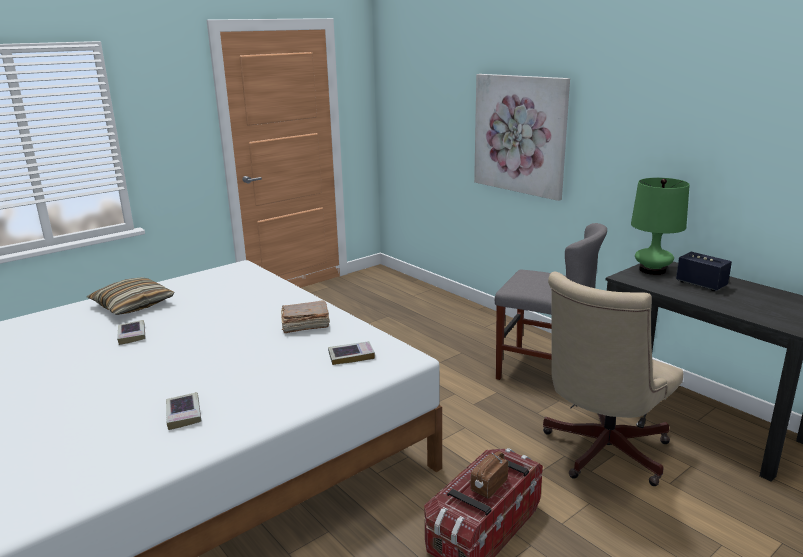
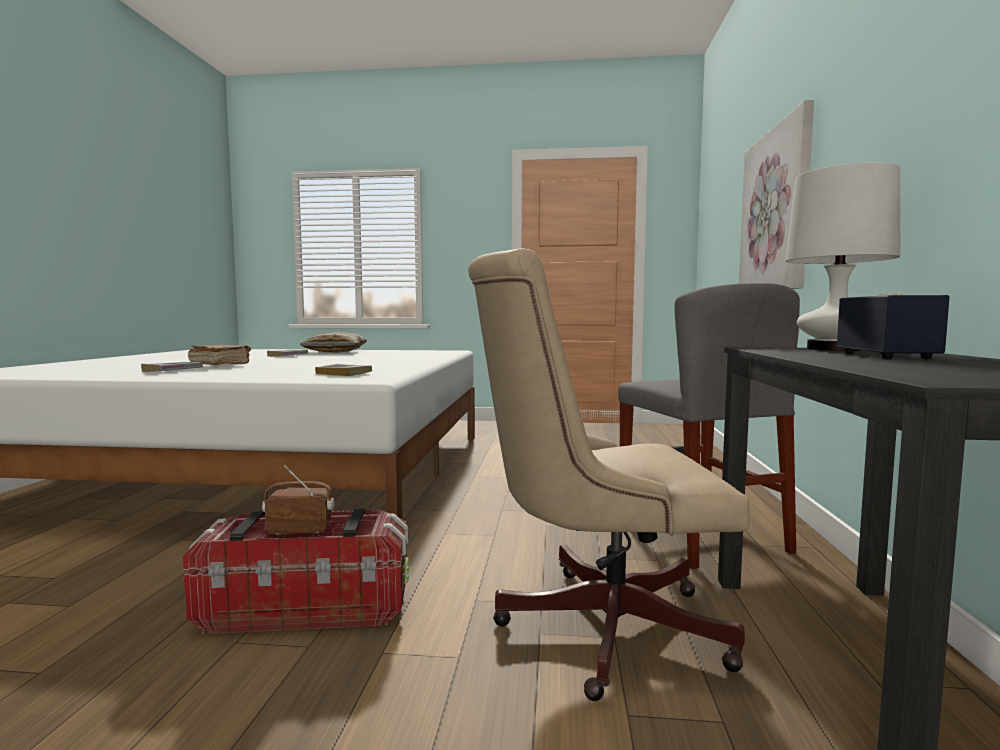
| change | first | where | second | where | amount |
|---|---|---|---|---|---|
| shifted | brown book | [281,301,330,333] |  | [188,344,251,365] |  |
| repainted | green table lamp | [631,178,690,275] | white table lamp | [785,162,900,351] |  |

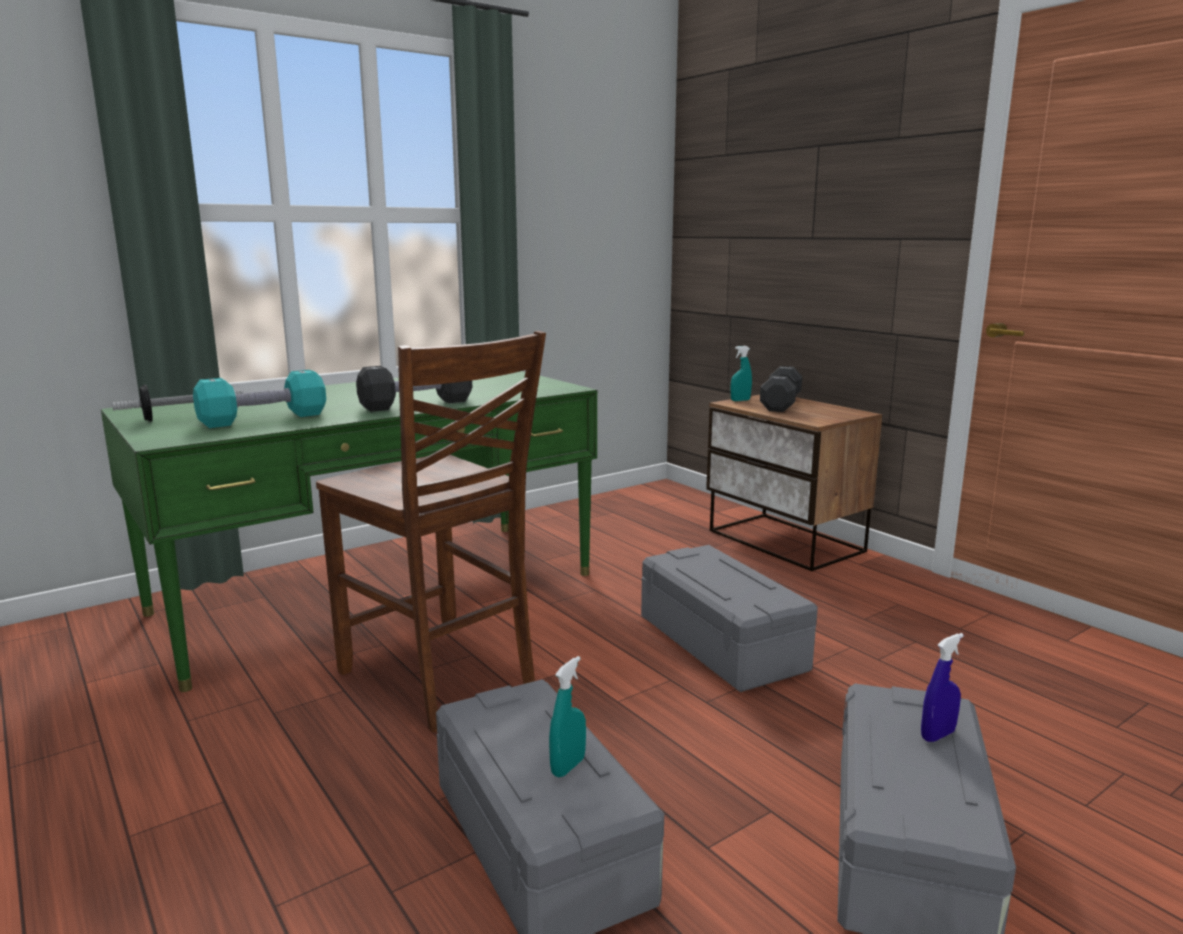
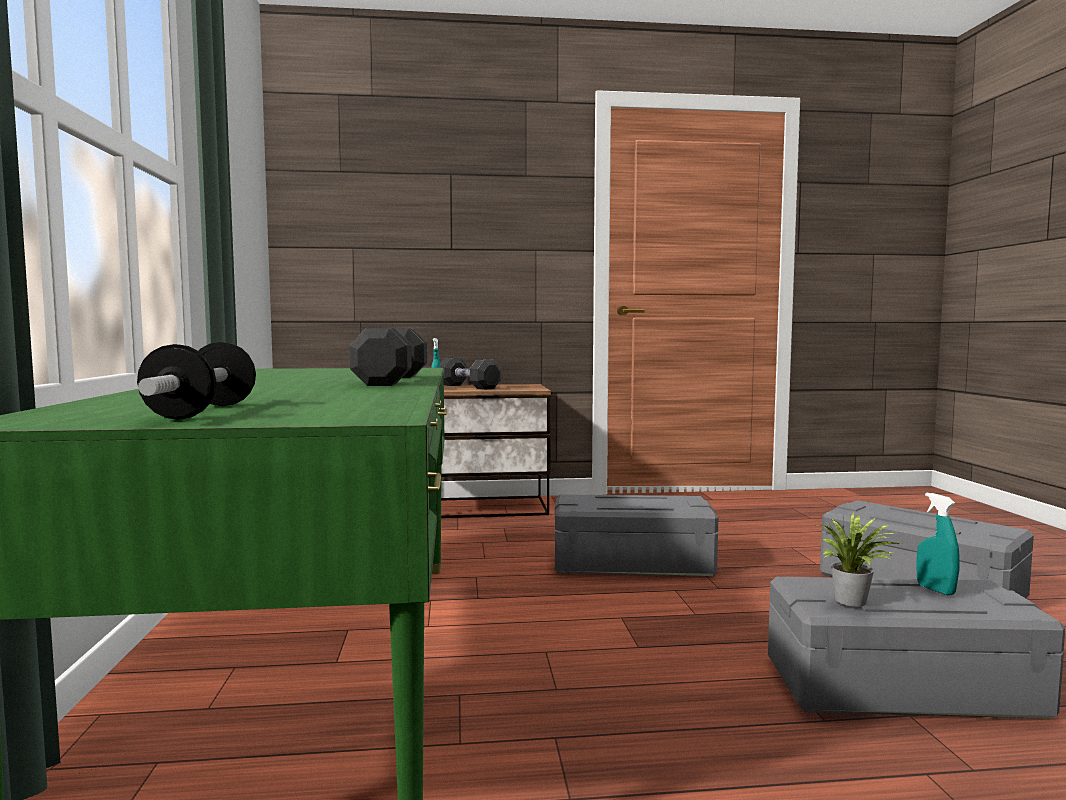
| change | first | where | second | where | amount |
|---|---|---|---|---|---|
| new |  |  | potted plant | [816,512,901,607] |  |
| gone | turquoise dumbbell | [193,370,326,428] |  |  |  |
| gone | brown chair | [316,331,546,733] |  |  |  |
| gone | blue spray bottle | [921,633,964,742] |  |  |  |

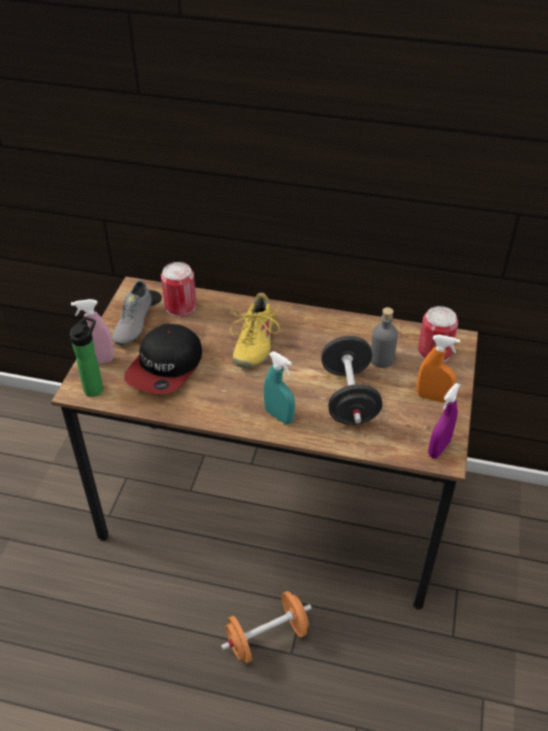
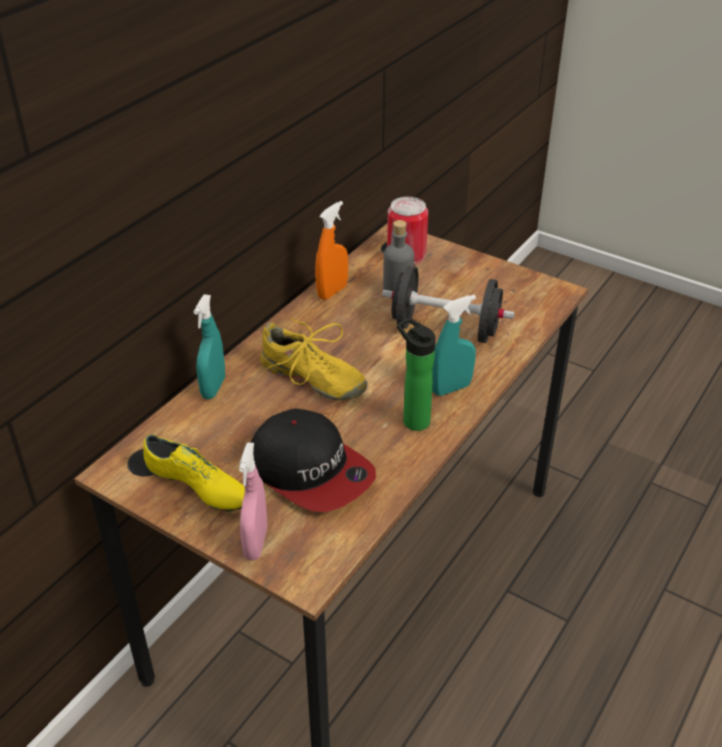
| change | first | where | second | where | amount |
|---|---|---|---|---|---|
| repainted | grey shoe | [112,280,152,345] | yellow shoe | [143,434,245,513] |  |
| new |  |  | turquoise spray bottle | [194,294,225,399] |  |
| shifted | orange spray bottle | [417,335,460,403] |  | [315,201,348,300] |  |
| shifted | bottle | [70,316,103,397] |  | [397,318,436,431] |  |
| gone | can | [161,262,197,317] |  |  |  |
| gone | orange dumbbell | [221,591,312,663] |  |  |  |
| gone | purple spray bottle | [428,383,460,459] |  |  |  |

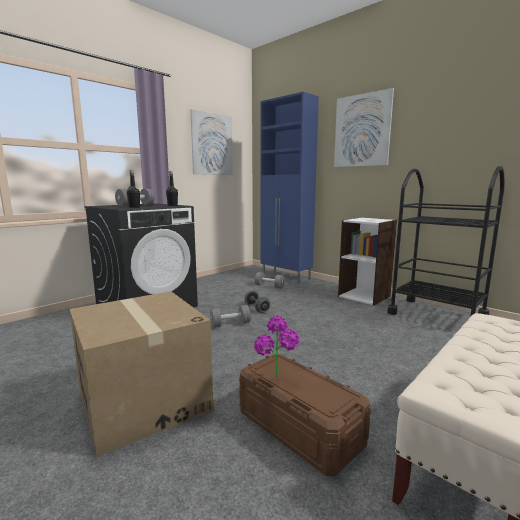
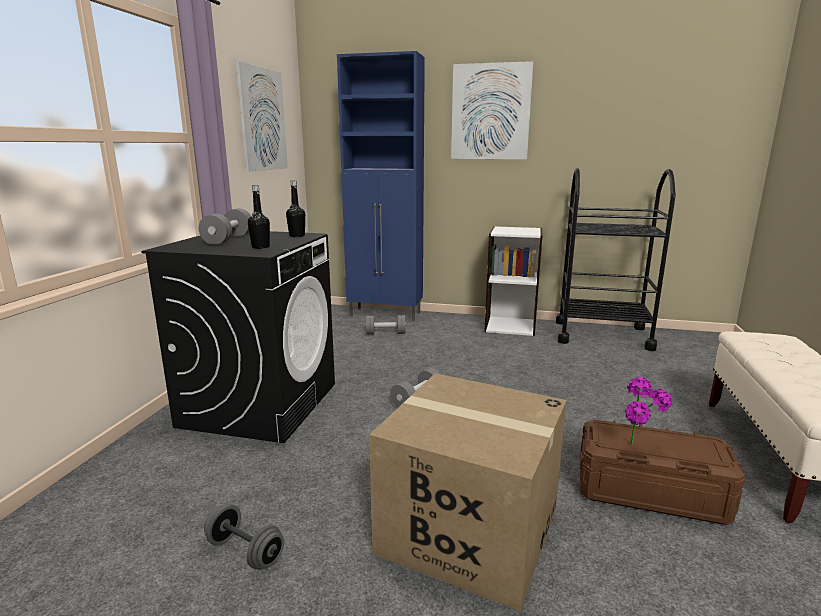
| change | first | where | second | where | amount |
|---|---|---|---|---|---|
| shifted | grey dumbbell | [245,290,270,313] |  | [204,504,284,569] |  |

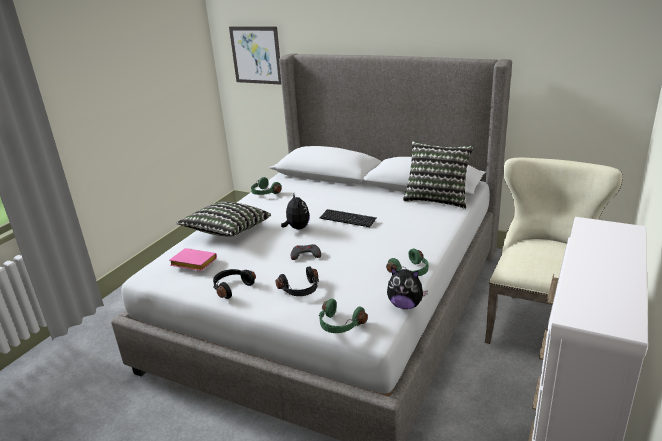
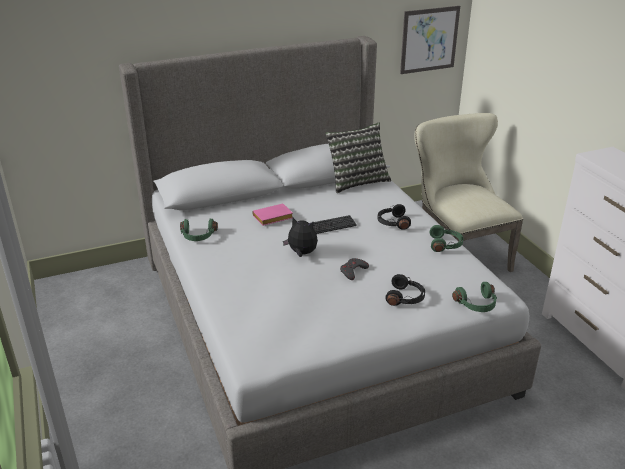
| change | first | where | second | where | amount |
|---|---|---|---|---|---|
| shifted | pink book | [170,248,217,271] |  | [252,204,293,226] |  |
| shifted | black headphones | [213,269,256,299] |  | [377,204,411,230] |  |
| shifted | picture | [229,26,282,85] |  | [400,6,460,74] |  |
| gone | pillow | [177,201,271,237] |  |  |  |
| gone | plush toy | [387,267,428,309] |  |  |  |

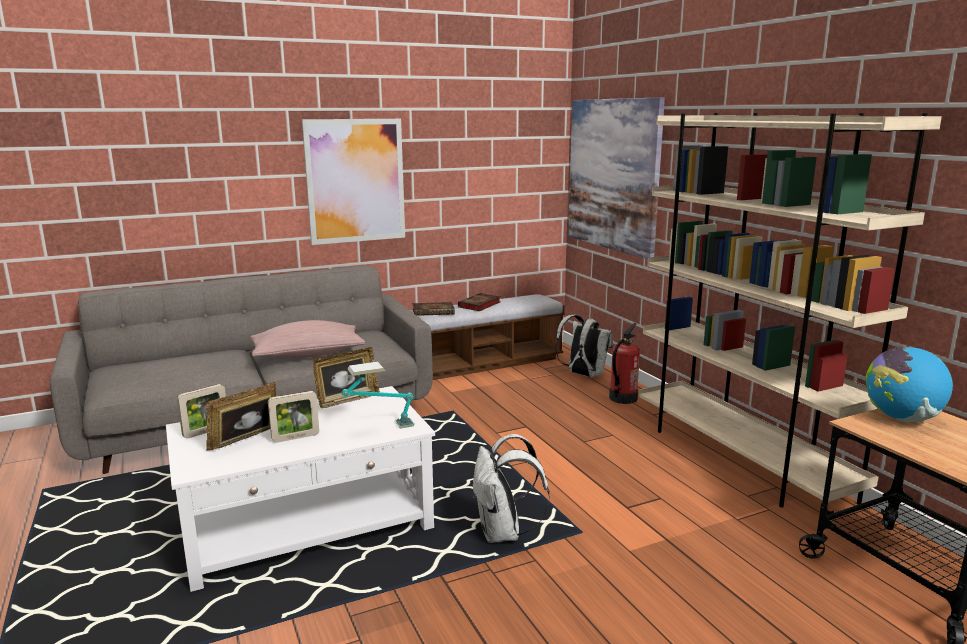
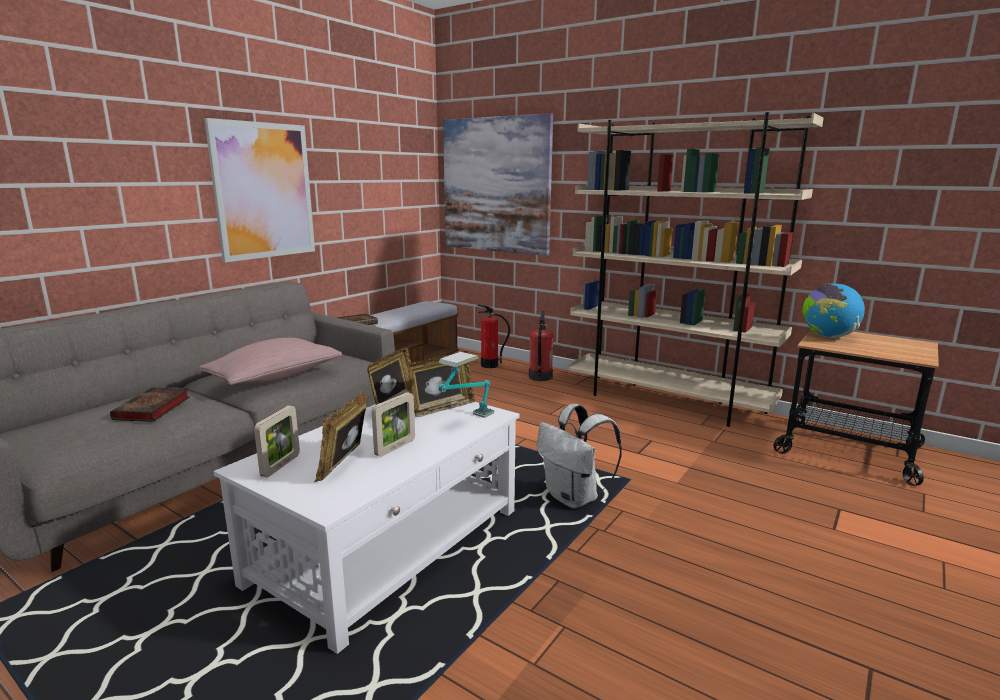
| change | first | where | second | where | amount |
|---|---|---|---|---|---|
| shifted | book | [458,293,500,311] |  | [110,388,190,422] |  |
| new |  |  | picture frame | [407,351,475,417] |  |
| swapped | white backpack | [555,315,613,377] | fire extinguisher | [477,304,510,368] |  |

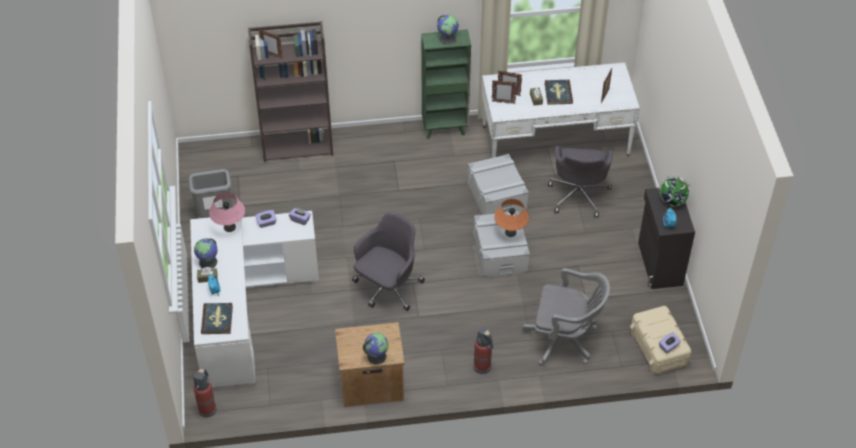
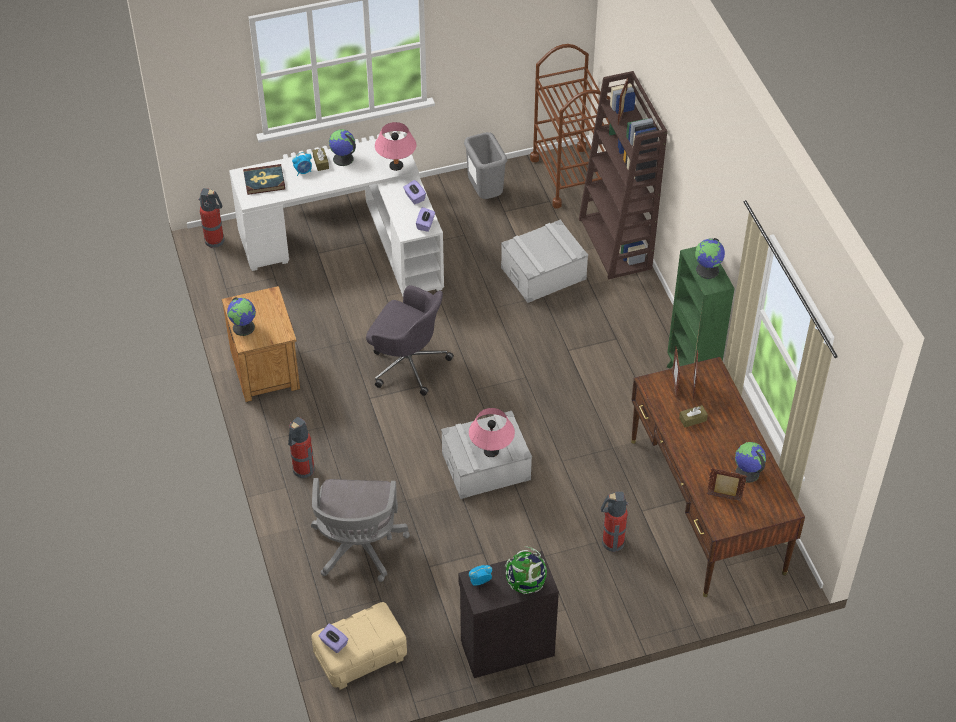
| change | first | where | second | where | amount |
|---|---|---|---|---|---|
| repainted | orange table lamp | [494,199,529,237] | pink table lamp | [469,408,515,457] |  |
| shifted | grey storage box | [467,154,529,215] |  | [501,220,588,303] |  |
| new |  |  | brown cart | [530,44,610,208] |  |
| swapped | grey office chair | [548,146,613,218] | fire extinguisher | [601,492,629,552] |  |
| repainted | white desk | [481,63,640,158] | brown desk | [631,357,805,597] |  |
| new |  |  | globe | [735,442,766,483] |  |
| gone | book | [545,80,573,105] |  |  |  |

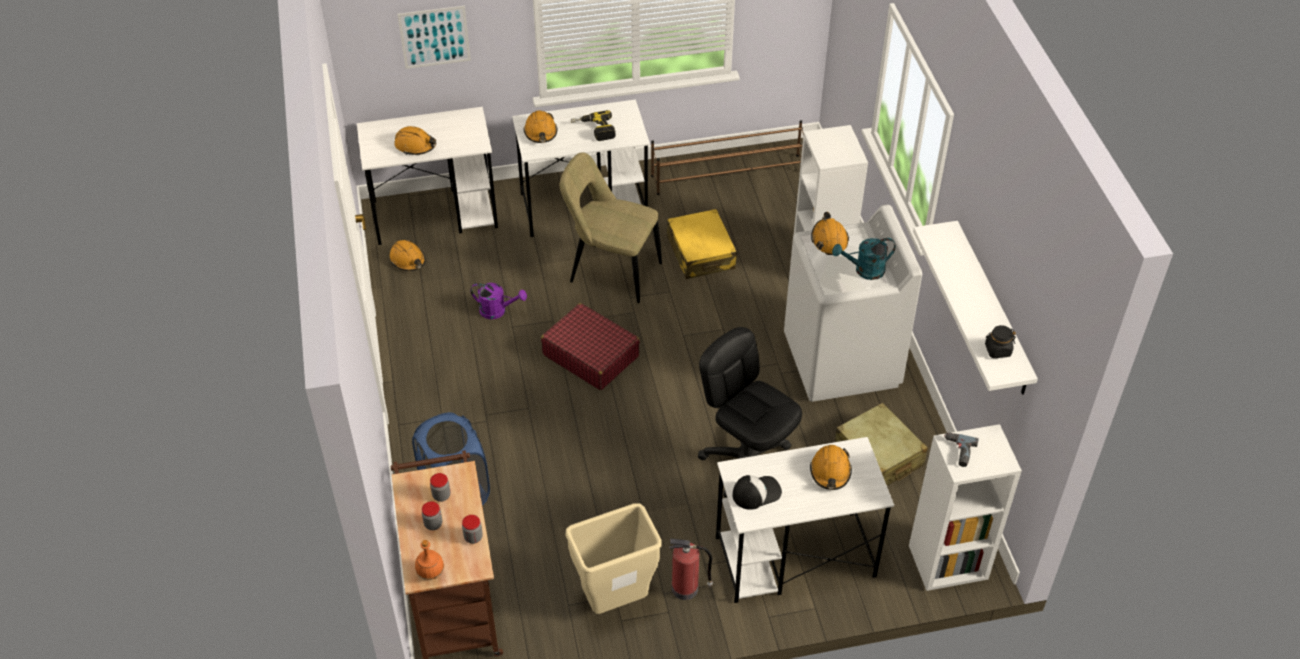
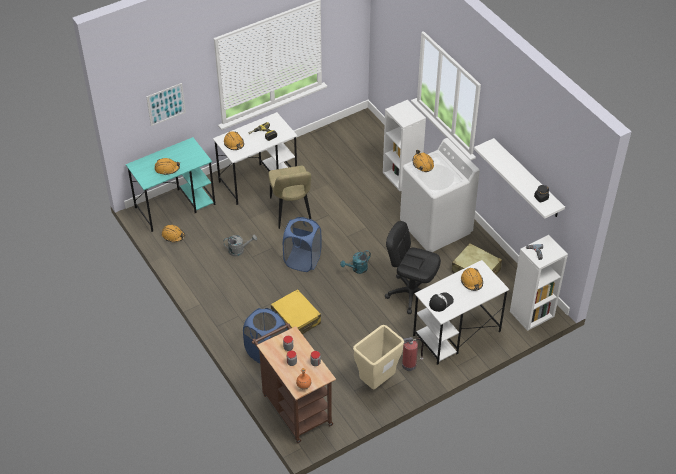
| change | first | where | second | where | amount |
|---|---|---|---|---|---|
| repainted | white desk | [357,107,498,245] | turquoise desk | [126,137,216,232] |  |
| repainted | purple watering can | [471,283,527,319] | grey watering can | [224,235,257,256] |  |
| rotated | beige chair | [560,152,662,303] |  | [269,165,311,229] | 105 degrees counterclockwise |
| shifted | yellow suitcase | [667,209,737,279] |  | [271,289,321,334] |  |
| swapped | red suitcase | [541,303,640,390] | blue laundry basket | [283,217,322,272] |  |
| shifted | turquoise watering can | [832,238,896,280] |  | [340,250,371,274] |  |
| gone | brown shoe rack | [651,120,804,195] |  |  |  |

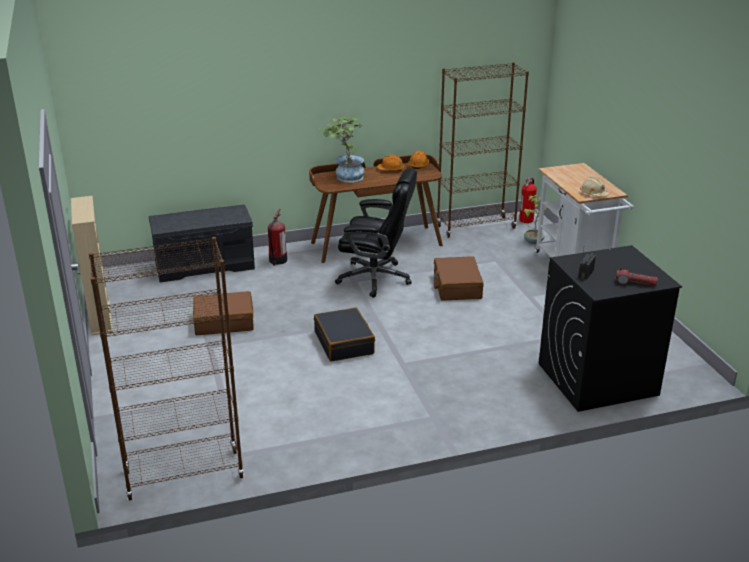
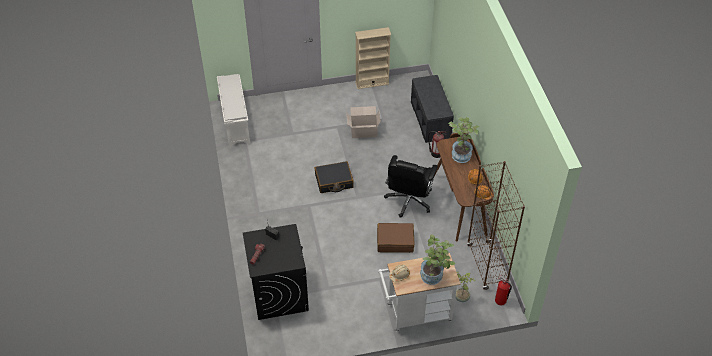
| change | first | where | second | where | amount |
|---|---|---|---|---|---|
| swapped | brown bookcase | [89,237,244,500] | white shoe rack | [217,74,250,147] |  |
| swapped | brown suitcase | [193,291,254,335] | cardboard box | [346,106,381,138] |  |
| new |  |  | potted plant | [420,234,455,285] |  |

